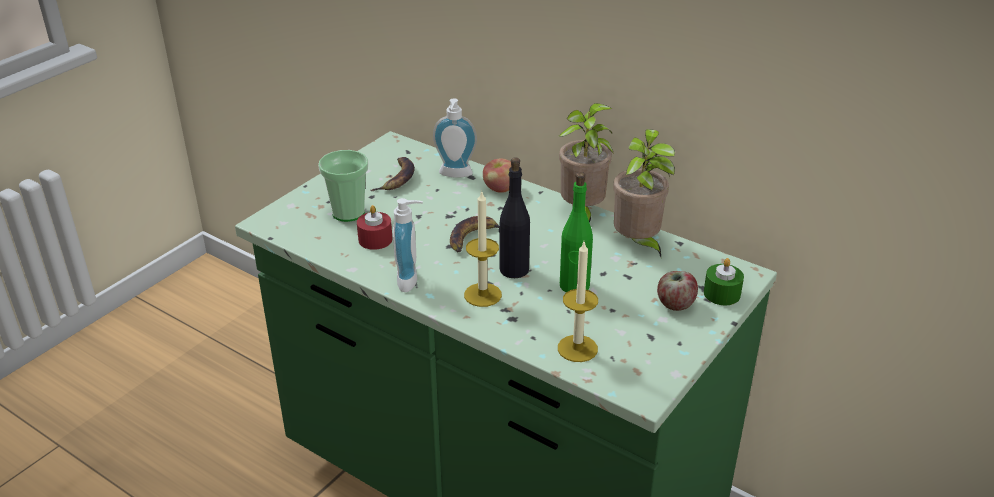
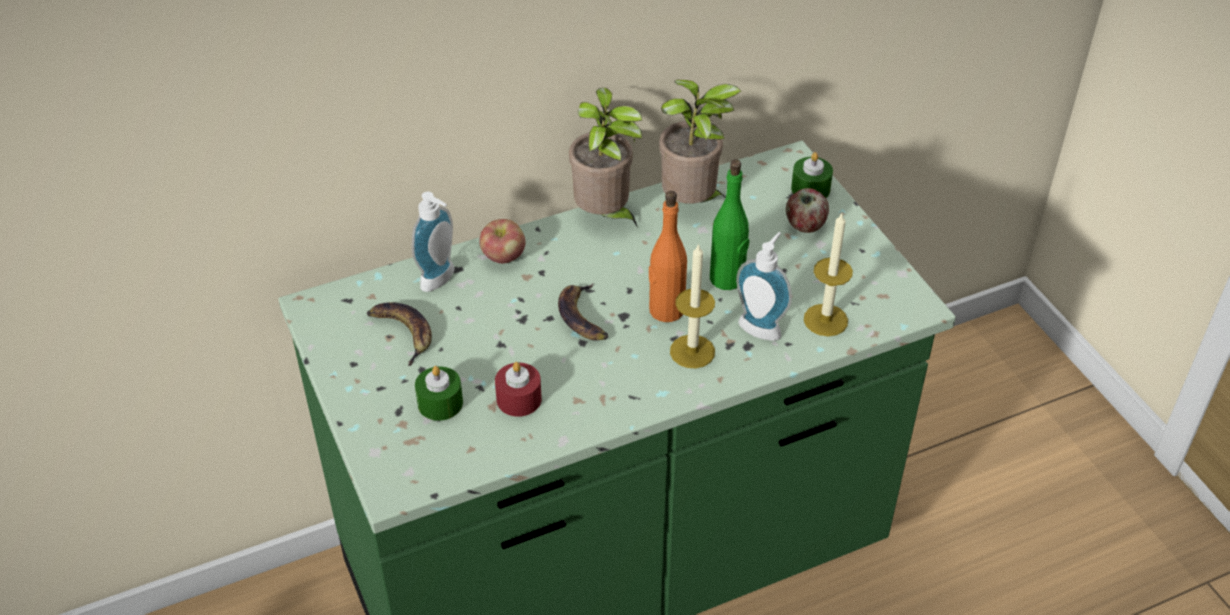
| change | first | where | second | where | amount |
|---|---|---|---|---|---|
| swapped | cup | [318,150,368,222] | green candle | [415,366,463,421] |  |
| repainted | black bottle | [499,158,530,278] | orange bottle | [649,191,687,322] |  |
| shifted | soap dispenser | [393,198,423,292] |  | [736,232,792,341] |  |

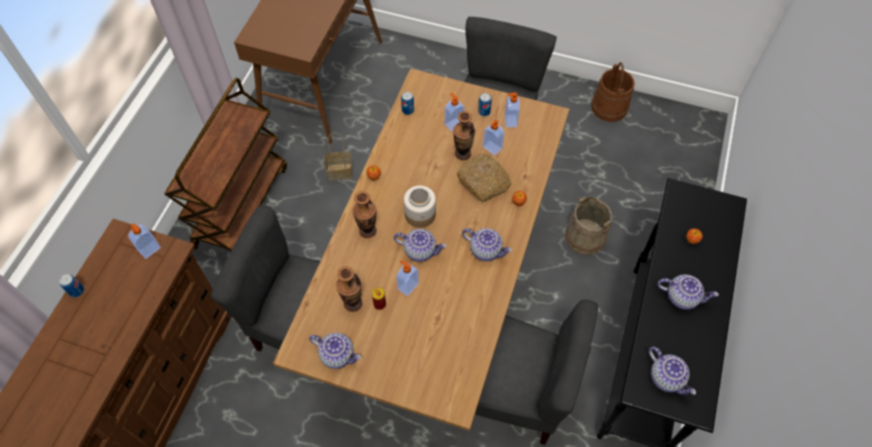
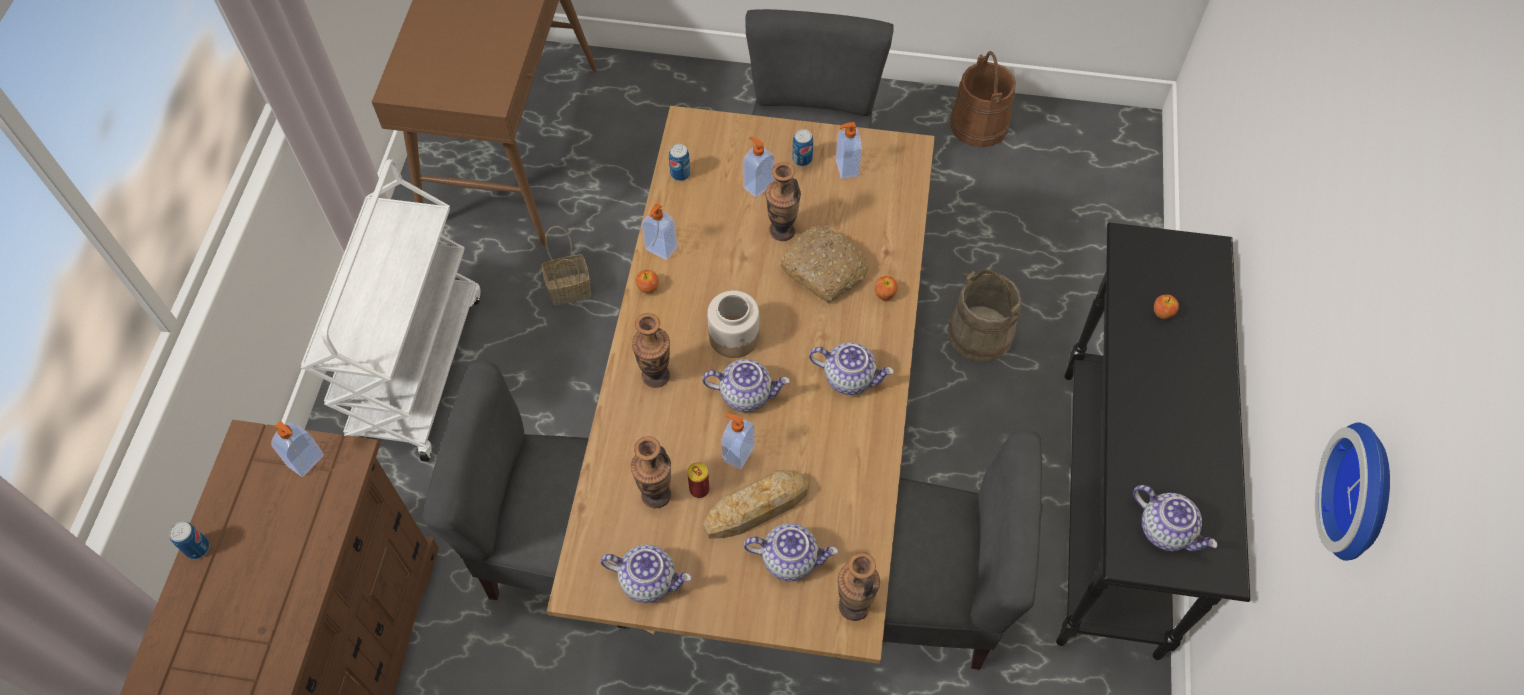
| change | first | where | second | where | amount |
|---|---|---|---|---|---|
| repainted | brown cart | [164,78,287,252] | white cart | [301,159,480,462] |  |
| shifted | soap dispenser | [483,119,505,155] |  | [642,203,678,260] |  |
| new |  |  | bread | [703,470,809,539] |  |
| shifted | teapot | [657,274,719,310] |  | [743,523,838,581] |  |
| new |  |  | vase | [838,552,880,621] |  |
| new |  |  | wall clock | [1315,422,1390,561] |  |

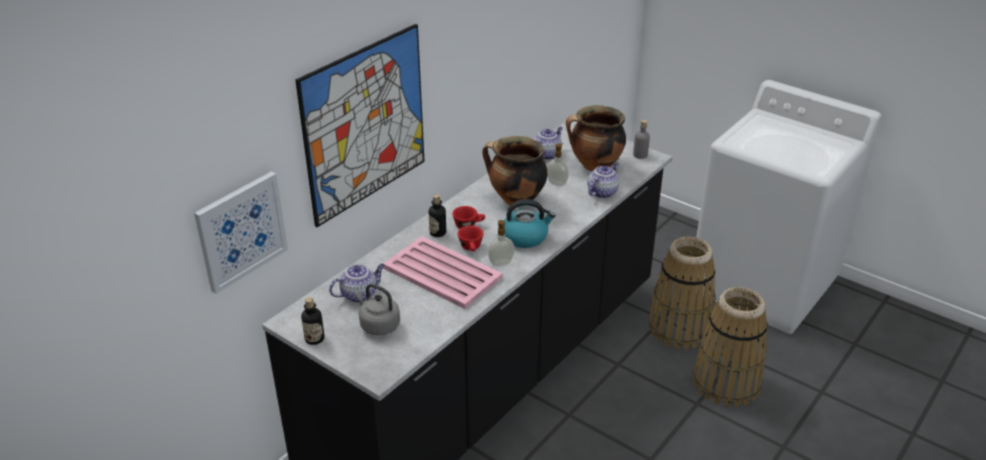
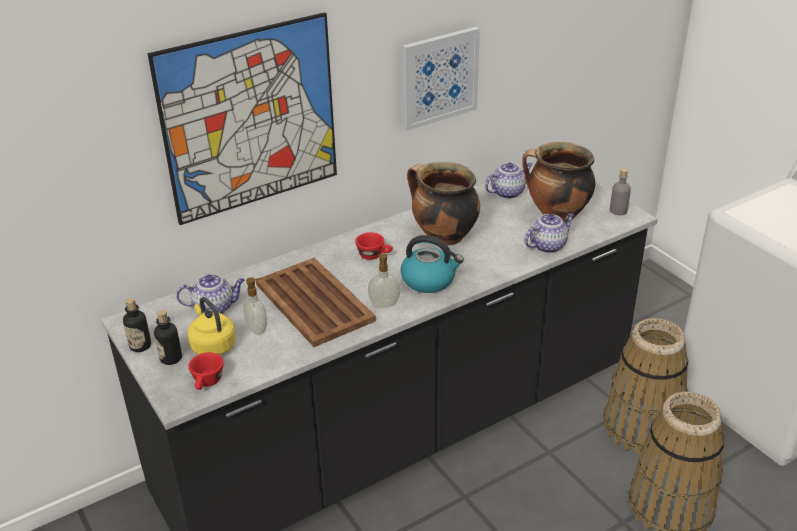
| change | first | where | second | where | amount |
|---|---|---|---|---|---|
| shifted | bottle | [429,194,446,237] |  | [154,310,182,365] |  |
| repainted | grey kettle | [355,284,400,335] | yellow kettle | [188,297,236,355] |  |
| shifted | red cup | [458,226,484,251] |  | [188,352,224,390] |  |
| shifted | soap dispenser | [547,143,569,186] |  | [243,277,267,335] |  |
| repainted | pink tray | [383,236,502,309] | brown tray | [256,258,376,347] |  |
| shifted | picture | [194,172,288,294] |  | [402,27,480,131] |  |

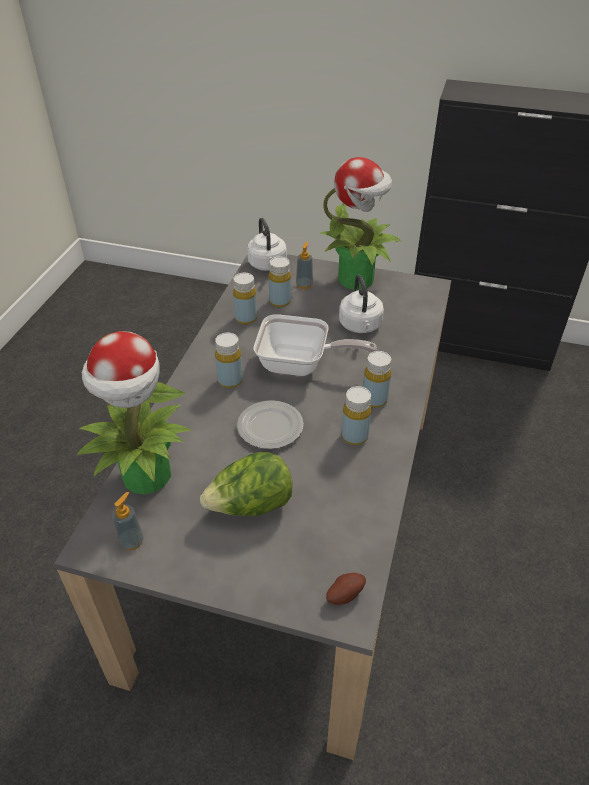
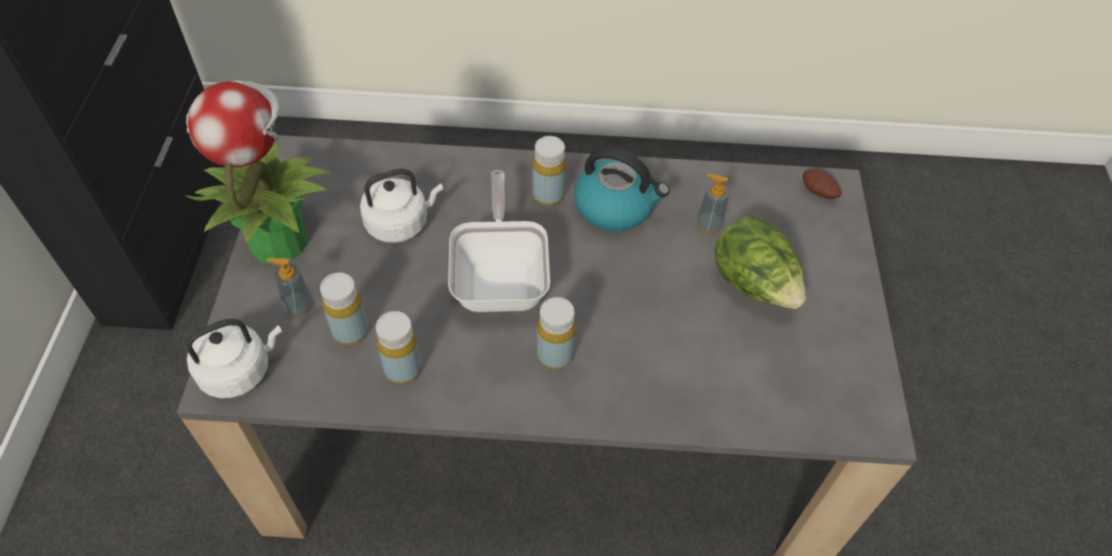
| change | first | where | second | where | amount |
|---|---|---|---|---|---|
| swapped | yellow bottle | [341,386,372,445] | kettle | [574,147,669,232] |  |
| shifted | soap dispenser | [112,492,144,551] |  | [697,174,729,234] |  |
| gone | potted plant | [77,331,191,494] |  |  |  |
| gone | plate | [237,400,304,449] |  |  |  |

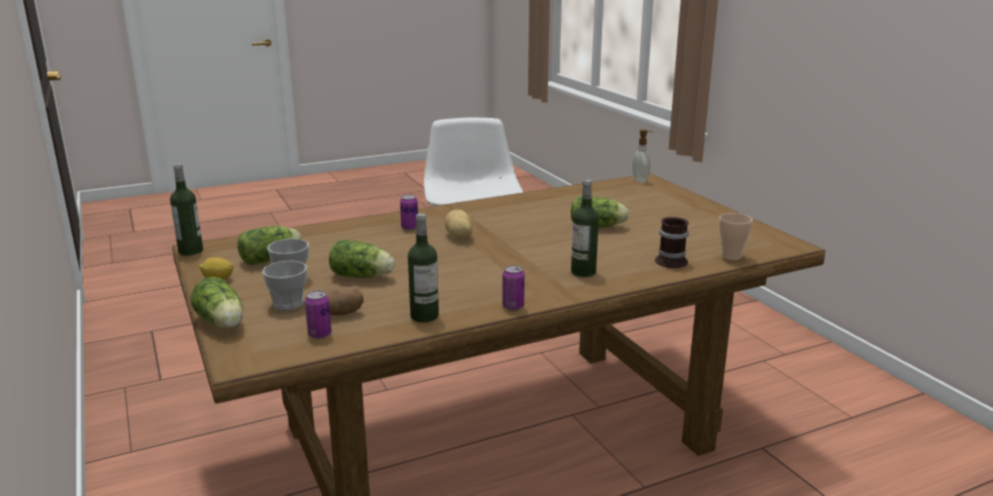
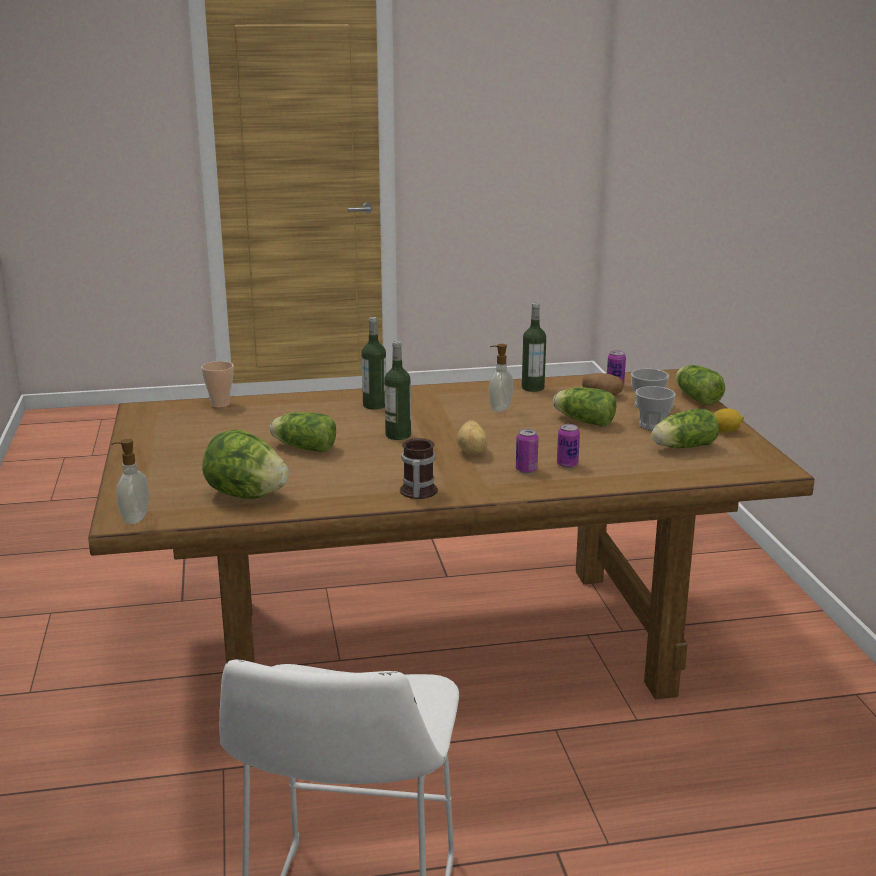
| change | first | where | second | where | amount |
|---|---|---|---|---|---|
| new |  |  | lettuce | [202,430,289,499] |  |
| shifted | bottle | [170,164,203,256] |  | [384,341,411,440] |  |
| shifted | mug | [655,217,689,268] |  | [400,438,438,499] |  |
| new |  |  | soap dispenser | [489,344,513,412] |  |
| shifted | can | [502,265,525,310] |  | [557,424,580,468] |  |

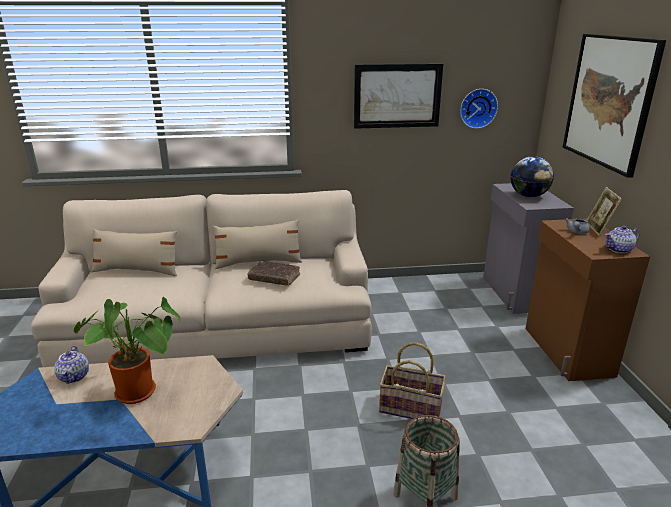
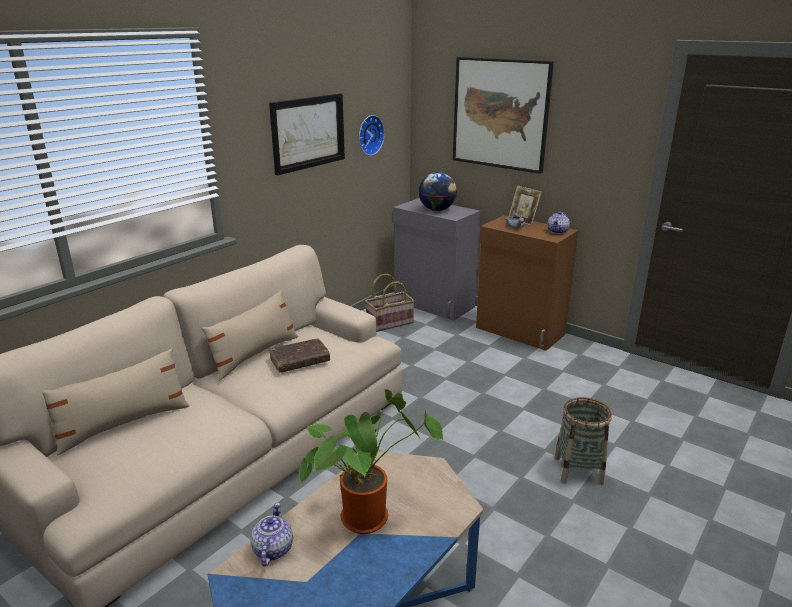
| change | first | where | second | where | amount |
|---|---|---|---|---|---|
| rotated | teapot | [54,346,89,384] |  | [250,503,293,567] | 120 degrees counterclockwise |
| shifted | basket | [379,342,446,419] |  | [365,274,415,332] |  |

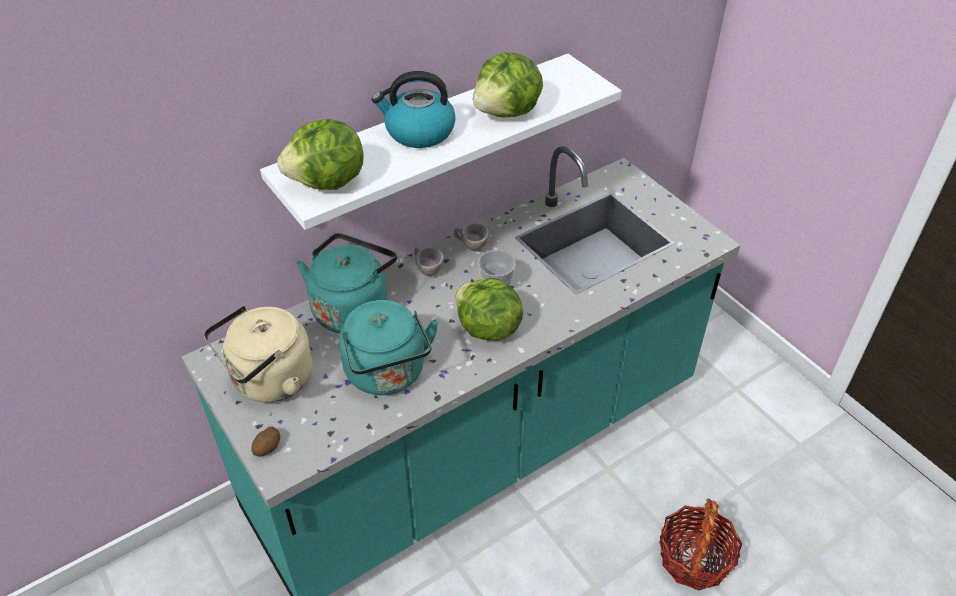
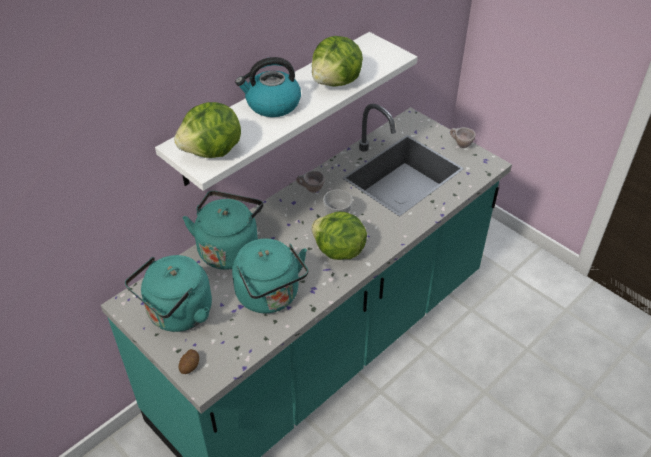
| change | first | where | second | where | amount |
|---|---|---|---|---|---|
| repainted | beige kettle | [204,305,313,403] | turquoise kettle | [125,255,212,332] |  |
| shifted | beige cup | [414,247,444,277] |  | [450,127,476,148] |  |
| gone | basket | [659,499,743,590] |  |  |  |

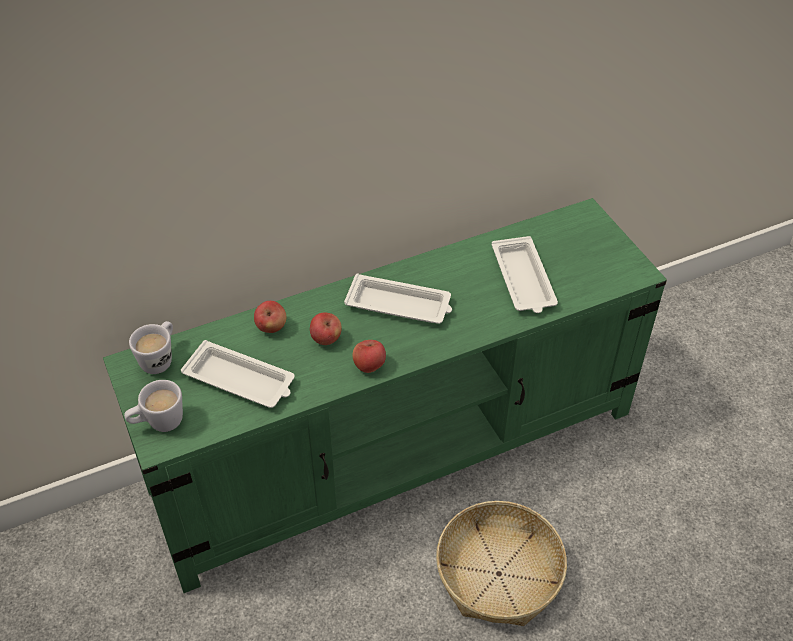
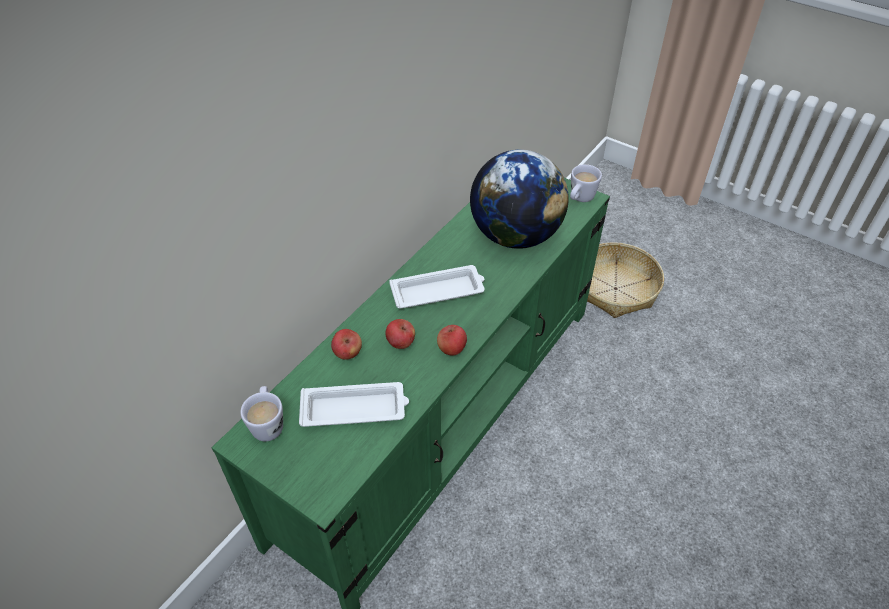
| change | first | where | second | where | amount |
|---|---|---|---|---|---|
| swapped | white tray | [492,236,558,313] | globe | [470,150,569,249] |  |
| shifted | white mug | [124,380,183,432] |  | [570,164,602,202] |  |
| shifted | basket | [436,501,567,626] |  | [587,242,664,318] |  |

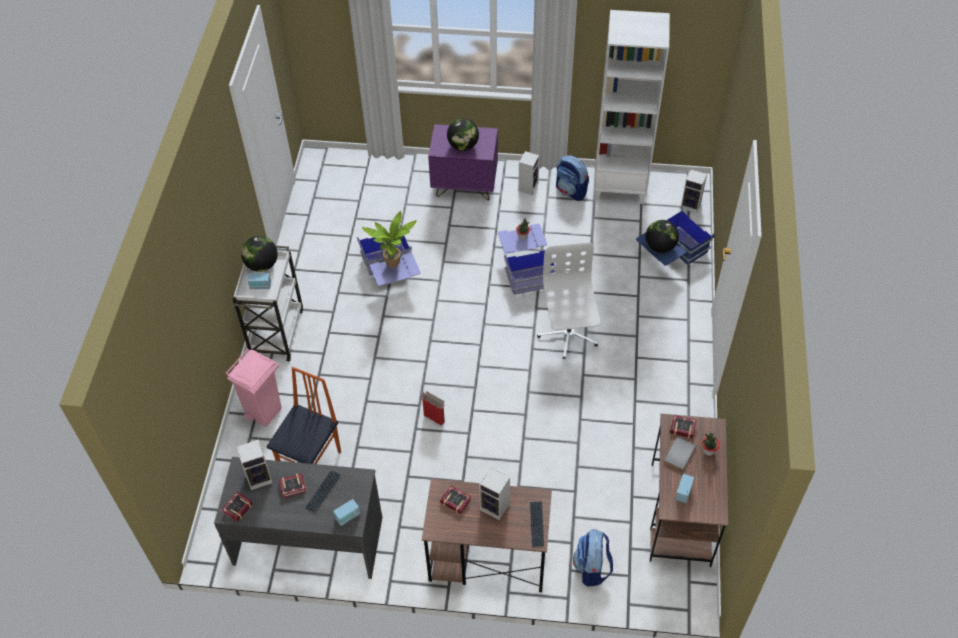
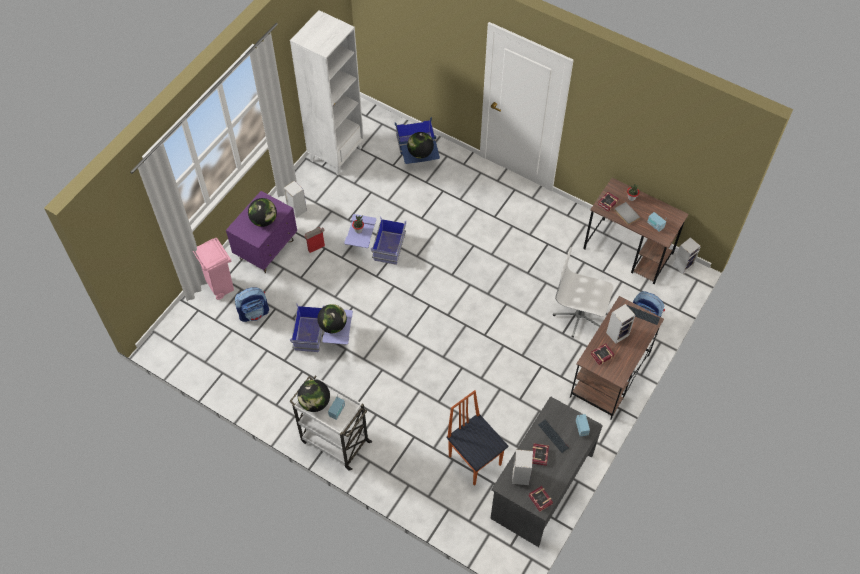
| change | first | where | second | where | amount |
|---|---|---|---|---|---|
| shifted | pink trash can | [226,349,282,427] |  | [193,238,234,300] |  |
| shifted | backpack | [556,155,589,201] |  | [235,287,269,322] |  |
| shifted | cardboard box | [421,391,446,426] |  | [305,227,325,253] |  |
| swapped | potted plant | [362,211,417,268] | globe | [317,304,347,333] |  |
| shifted | white office chair | [537,242,600,359] |  | [553,247,614,338] |  |
| shifted | speaker | [680,169,707,213] |  | [673,237,701,274] |  |

